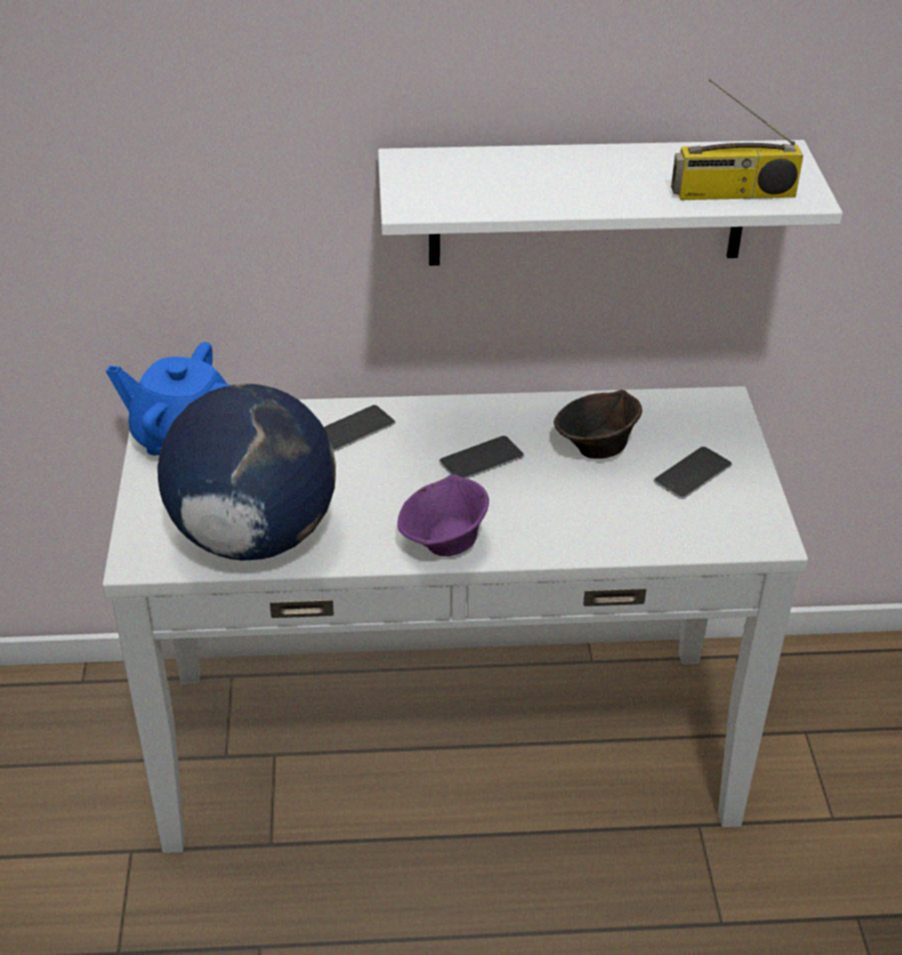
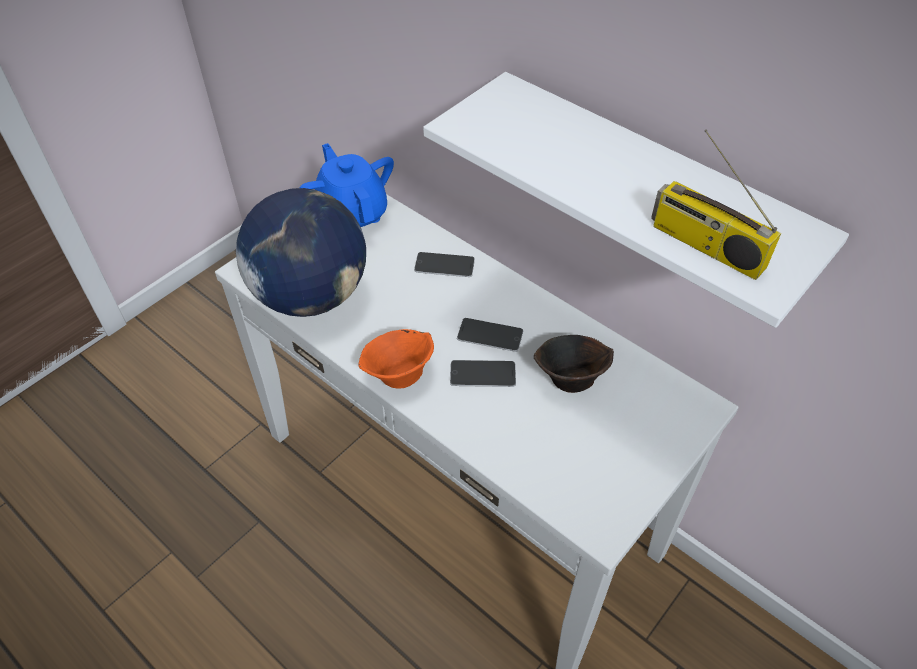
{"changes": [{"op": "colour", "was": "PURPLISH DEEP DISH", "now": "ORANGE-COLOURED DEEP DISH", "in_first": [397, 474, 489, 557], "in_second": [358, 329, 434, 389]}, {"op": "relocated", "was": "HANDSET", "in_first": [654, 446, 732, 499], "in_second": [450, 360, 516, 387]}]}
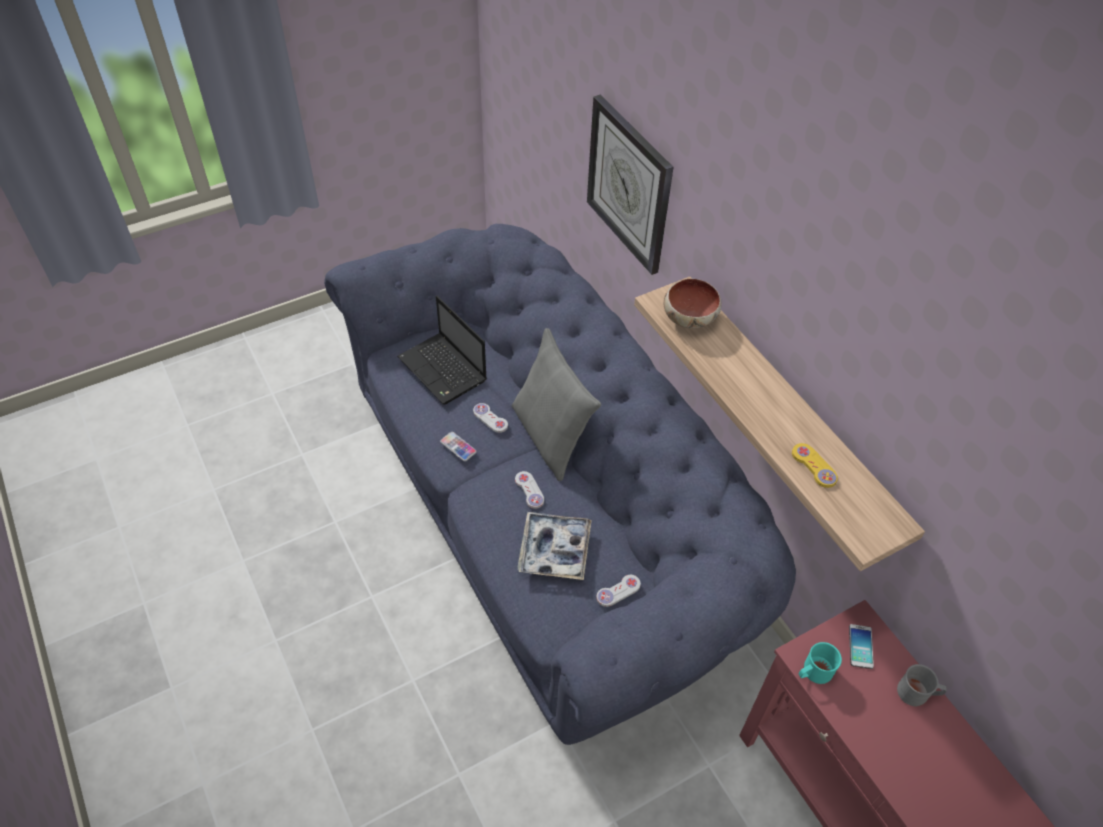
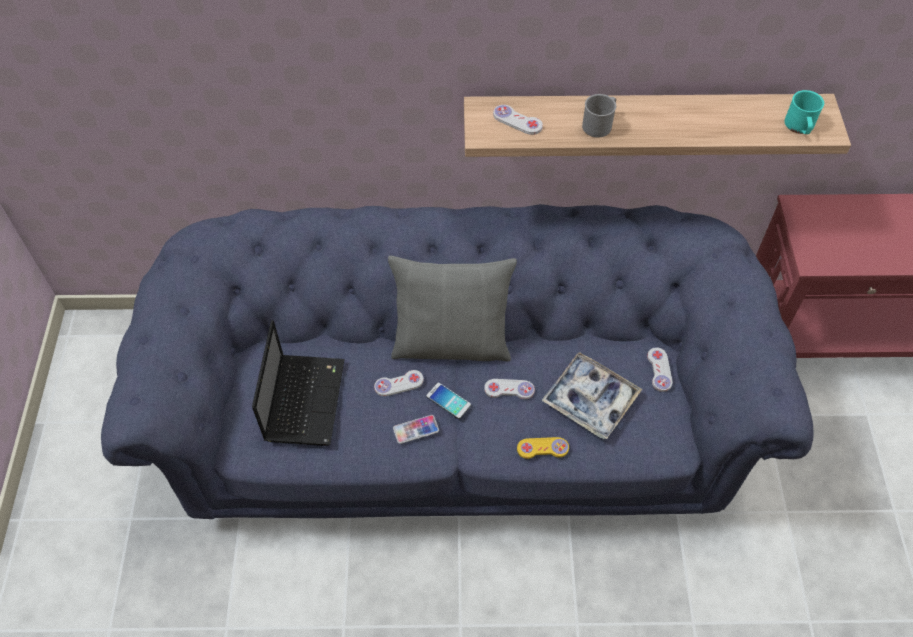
{"changes": [{"op": "spun", "was": "NOTEBOOK COMPUTER", "in_first": [397, 296, 487, 405], "in_second": [252, 320, 345, 446], "clockwise": -75}, {"op": "missing", "was": "CLOCK ON THE WALL", "in_first": [587, 94, 673, 275]}, {"op": "exchanged", "was": "DEEP DISH", "now": "WHITE-COLOURED GAME CONTROLLER", "in_first": [664, 279, 722, 328], "in_second": [493, 105, 543, 135]}, {"op": "relocated", "was": "YELLOW-COLOURED GAME CONTROLLER", "in_first": [792, 443, 838, 488], "in_second": [517, 437, 569, 459]}, {"op": "relocated", "was": "BLUE-GREEN MUG", "in_first": [798, 642, 842, 684], "in_second": [785, 90, 824, 134]}, {"op": "relocated", "was": "HANDSET", "in_first": [849, 624, 874, 669], "in_second": [426, 383, 471, 419]}, {"op": "relocated", "was": "GRAY MUG", "in_first": [897, 664, 947, 706], "in_second": [582, 94, 616, 138]}]}
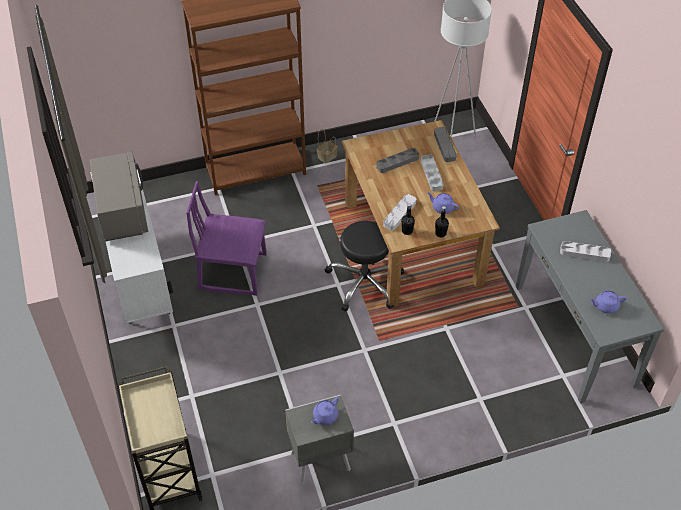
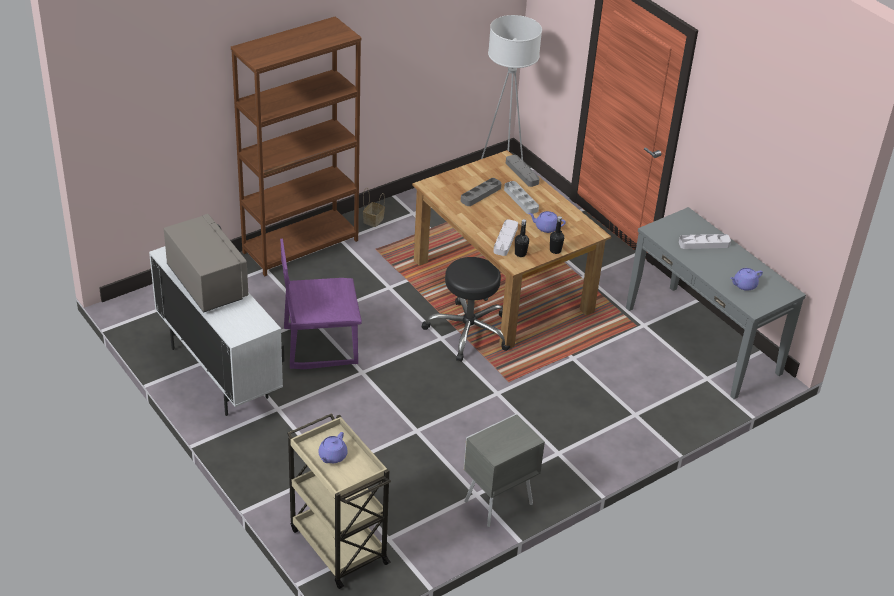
{"changes": [{"op": "relocated", "was": "PURPLISH TEAPOT", "in_first": [311, 397, 339, 425], "in_second": [318, 432, 348, 463]}]}
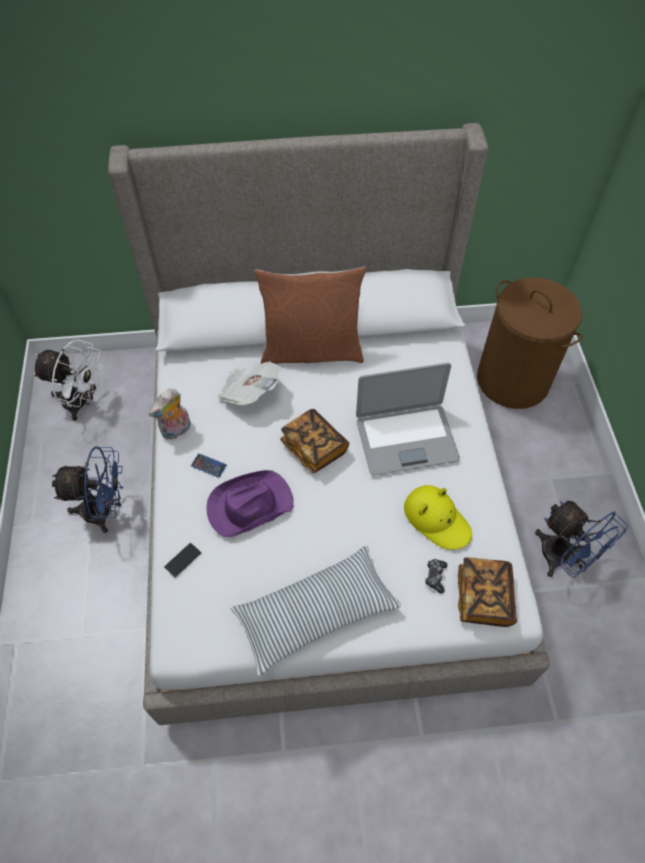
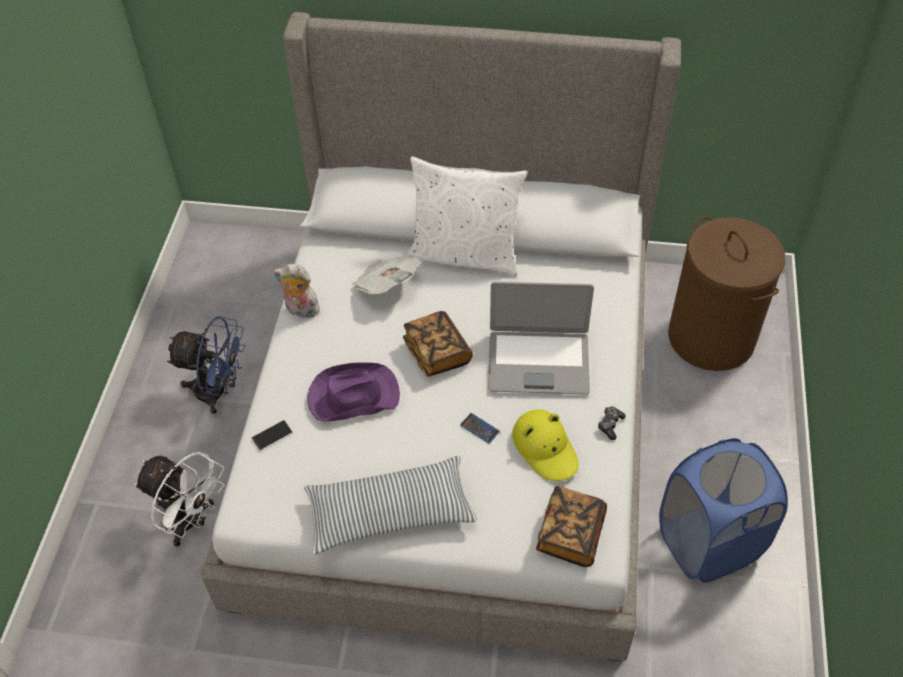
{"changes": [{"op": "relocated", "was": "WHITE-COLOURED FAN", "in_first": [33, 340, 103, 421], "in_second": [135, 452, 225, 547]}, {"op": "spun", "was": "SOFT TOY", "in_first": [149, 388, 191, 440], "in_second": [273, 264, 320, 318], "clockwise": 45}, {"op": "relocated", "was": "HANDSET", "in_first": [191, 453, 227, 478], "in_second": [460, 413, 500, 443]}, {"op": "colour", "was": "BROWN CUSHION", "now": "WHITE-COLOURED CUSHION", "in_first": [254, 266, 366, 364], "in_second": [407, 156, 528, 276]}, {"op": "relocated", "was": "GAME CONTROLLER", "in_first": [425, 559, 447, 593], "in_second": [598, 406, 626, 440]}, {"op": "exchanged", "was": "BLUE-COLOURED FAN", "now": "BLUE-COLOURED WASHING BASKET", "in_first": [535, 500, 628, 578], "in_second": [659, 438, 788, 583]}]}
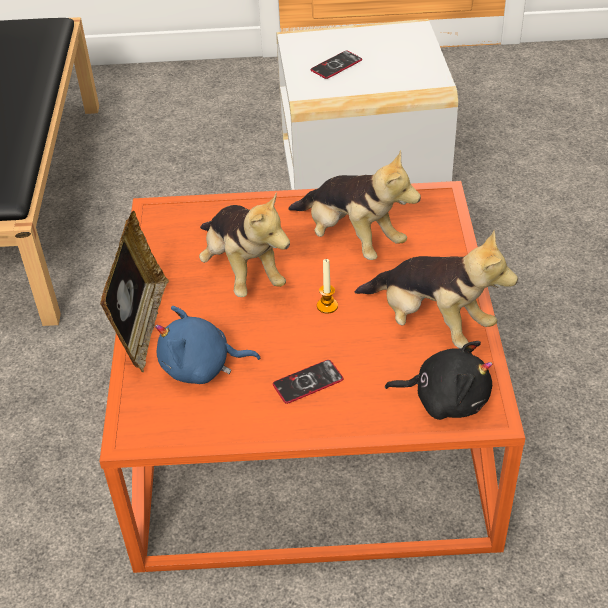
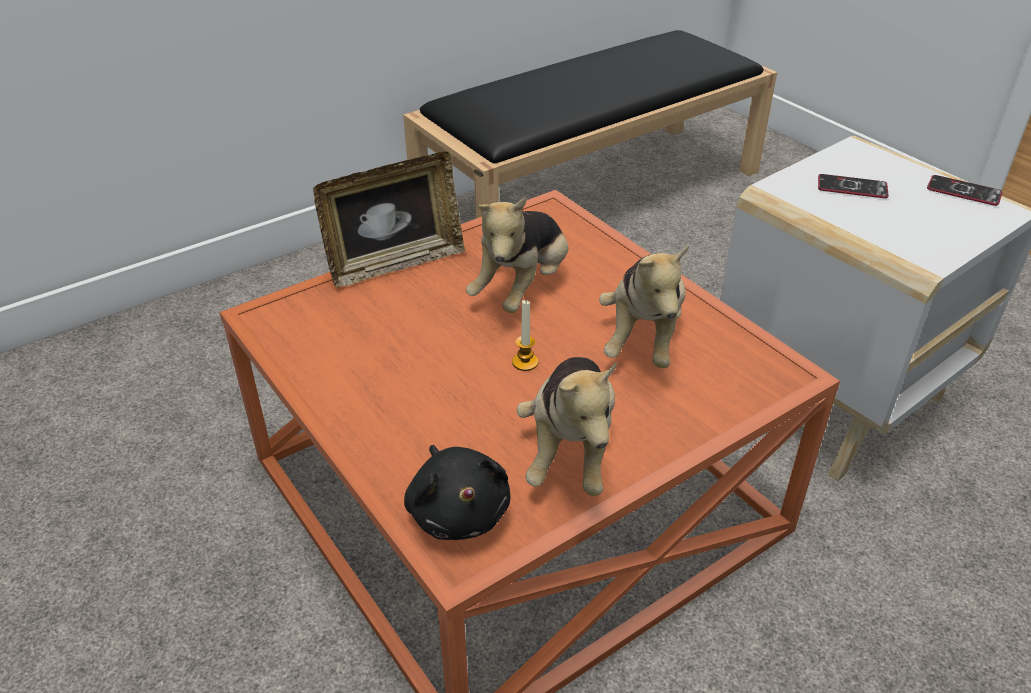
{"changes": [{"op": "missing", "was": "BLUE-COLOURED SOFT TOY", "in_first": [155, 306, 260, 384]}, {"op": "relocated", "was": "HANDSET", "in_first": [273, 360, 343, 404], "in_second": [927, 175, 1003, 206]}]}
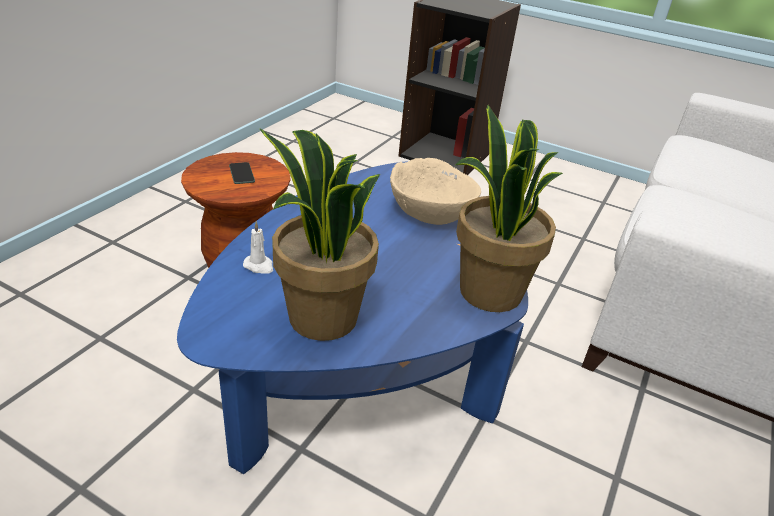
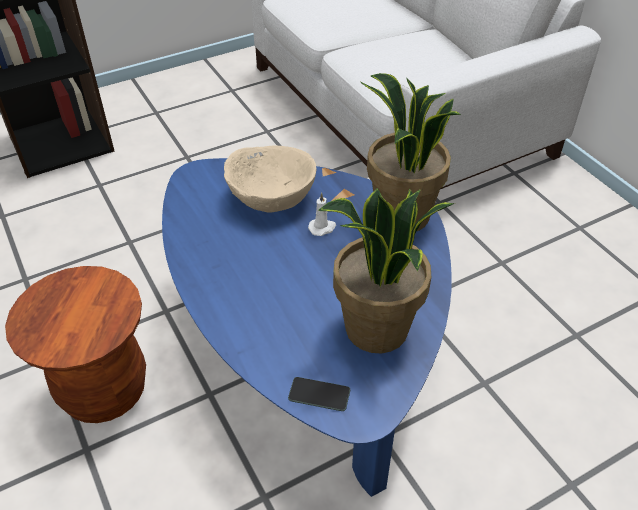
{"changes": [{"op": "relocated", "was": "HANDSET", "in_first": [229, 162, 255, 184], "in_second": [288, 377, 350, 411]}, {"op": "relocated", "was": "WHITE-COLOURED WAX CANDLE", "in_first": [243, 221, 273, 273], "in_second": [308, 193, 336, 236]}]}
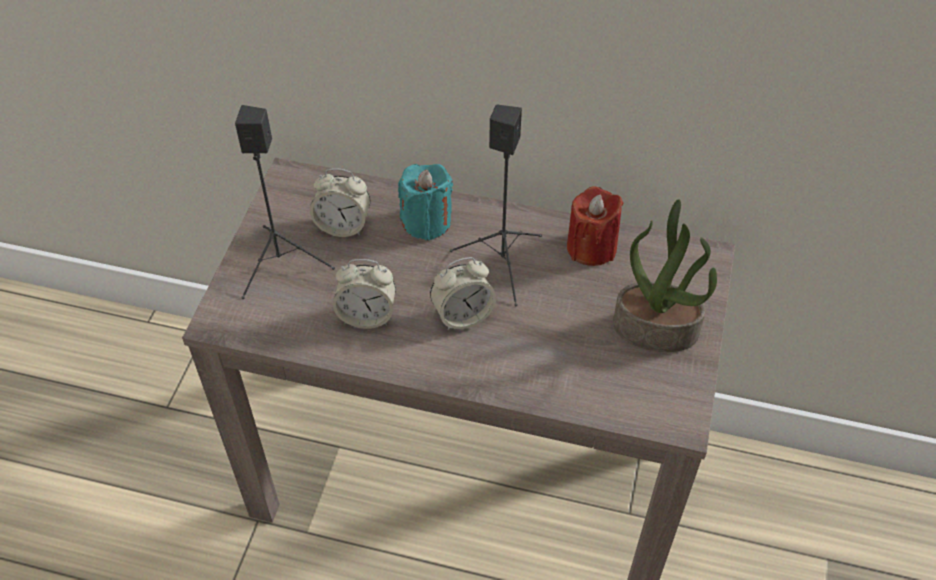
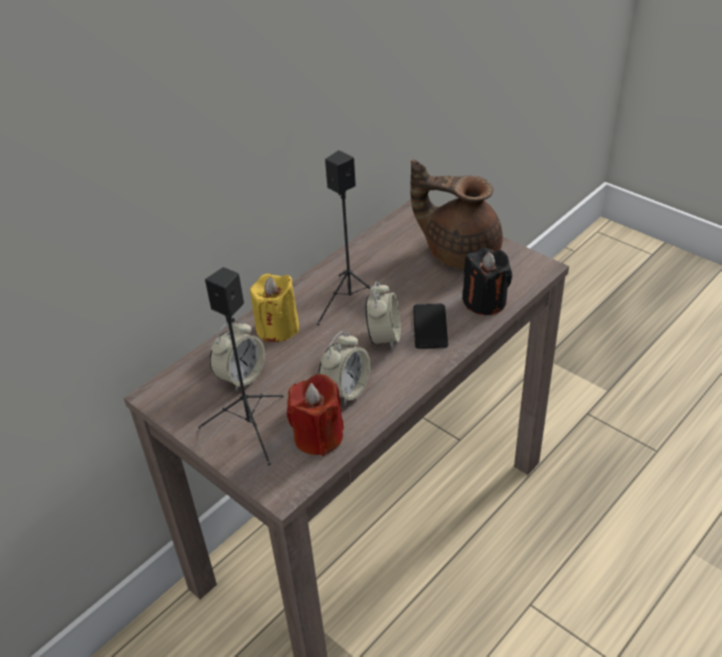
{"changes": [{"op": "colour", "was": "BLUE-GREEN WAX CANDLE", "now": "YELLOW-COLOURED WAX CANDLE", "in_first": [398, 164, 453, 241], "in_second": [250, 274, 299, 342]}, {"op": "relocated", "was": "RED-COLOURED WAX CANDLE", "in_first": [567, 186, 623, 266], "in_second": [287, 374, 344, 456]}, {"op": "exchanged", "was": "PLANT IN A POT", "now": "BROWN TEAPOT", "in_first": [613, 199, 717, 352], "in_second": [410, 159, 503, 269]}, {"op": "appeared", "now": "HANDSET", "in_second": [413, 304, 448, 349]}, {"op": "appeared", "now": "BLACK-COLOURED WAX CANDLE", "in_second": [462, 248, 512, 315]}]}
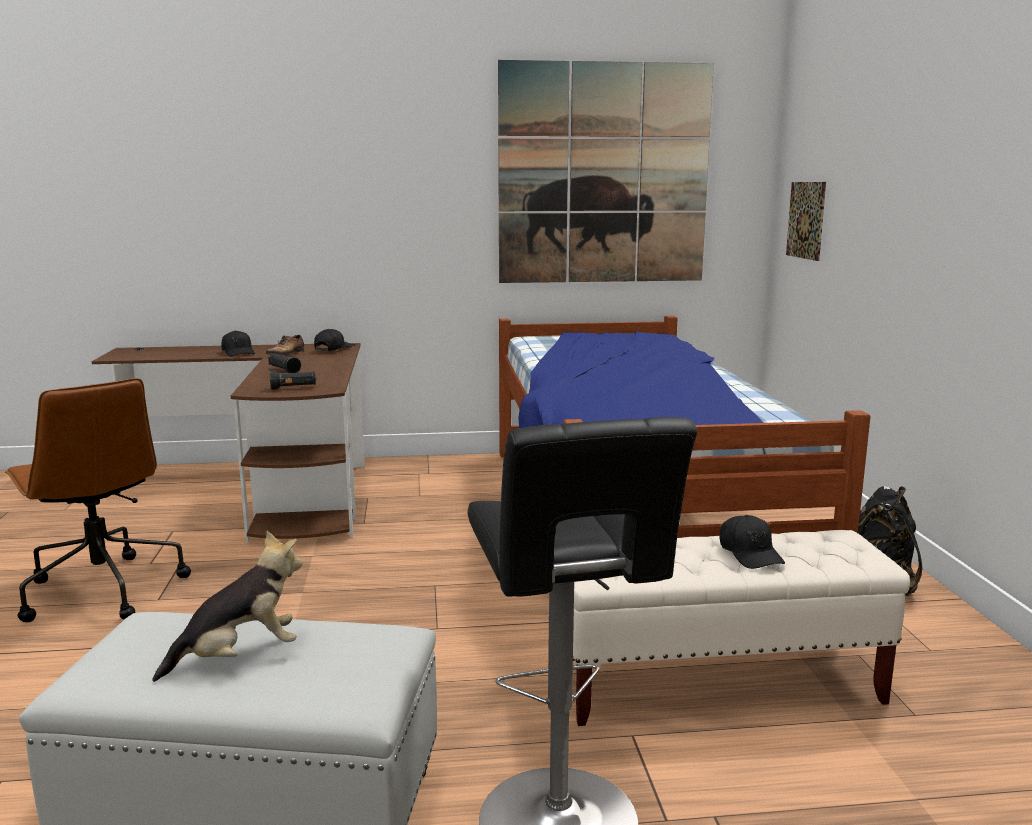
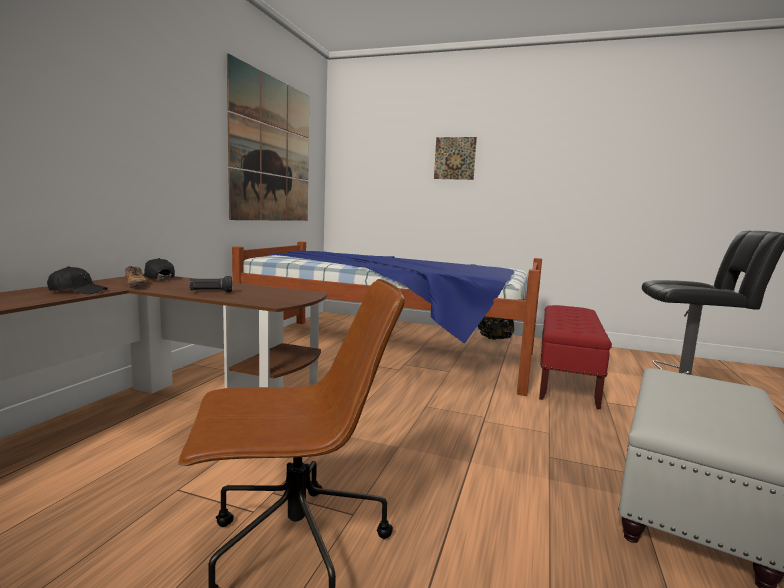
{"changes": [{"op": "missing", "was": "SOFT TOY", "in_first": [152, 531, 302, 682]}, {"op": "missing", "was": "BLACK-COLOURED FLASHLIGHT", "in_first": [270, 371, 316, 390]}, {"op": "colour", "was": "SAND-COLOURED INDOOR BENCH", "now": "RED-COLOURED INDOOR BENCH", "in_first": [573, 530, 910, 726], "in_second": [539, 305, 612, 409]}, {"op": "missing", "was": "BLACK-COLOURED CAP", "in_first": [720, 515, 785, 569]}, {"op": "relocated", "was": "PICTURE", "in_first": [786, 182, 826, 261], "in_second": [434, 137, 477, 180]}]}
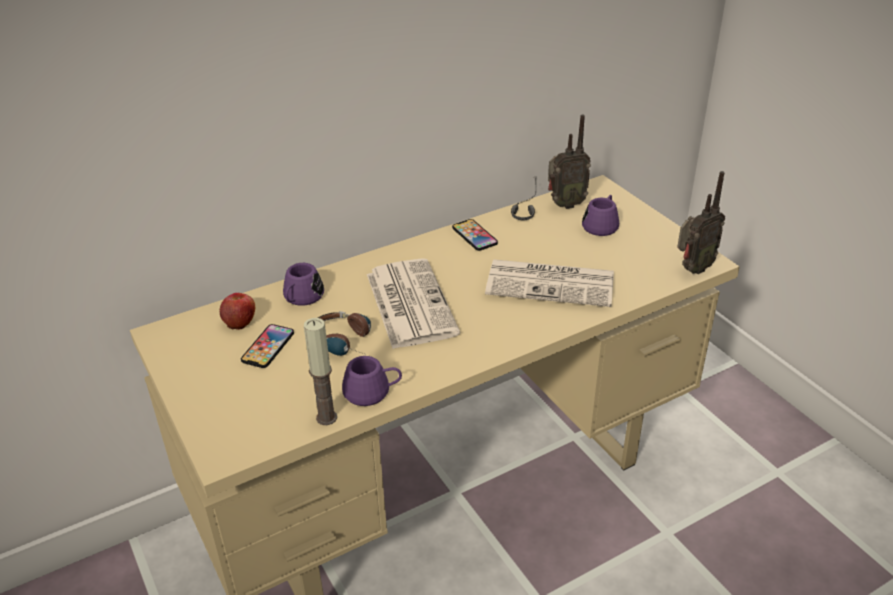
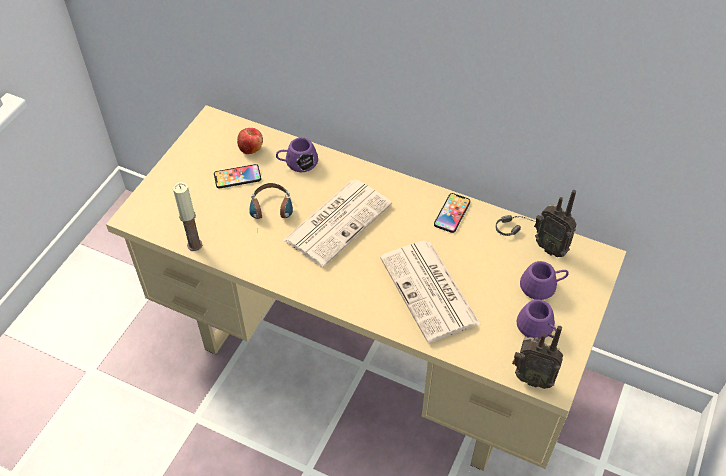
{"changes": [{"op": "relocated", "was": "PURPLISH MUG", "in_first": [342, 356, 402, 406], "in_second": [517, 300, 557, 339]}]}
